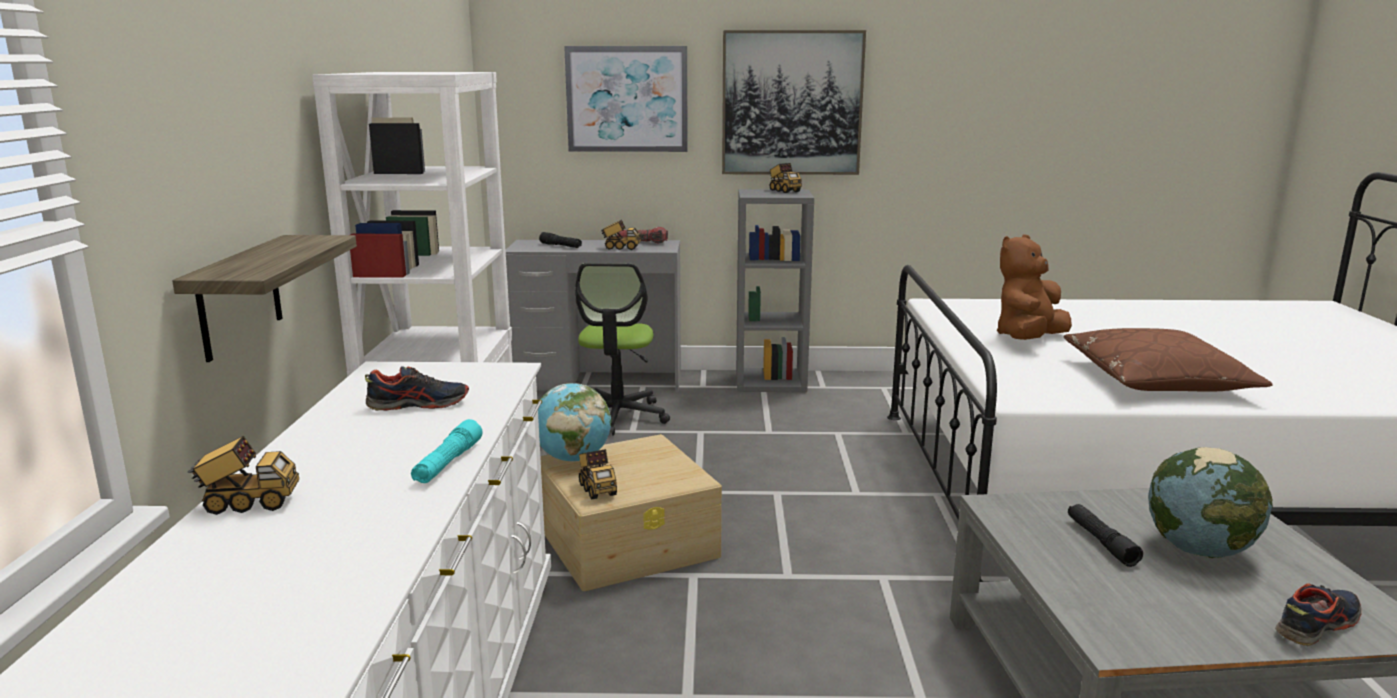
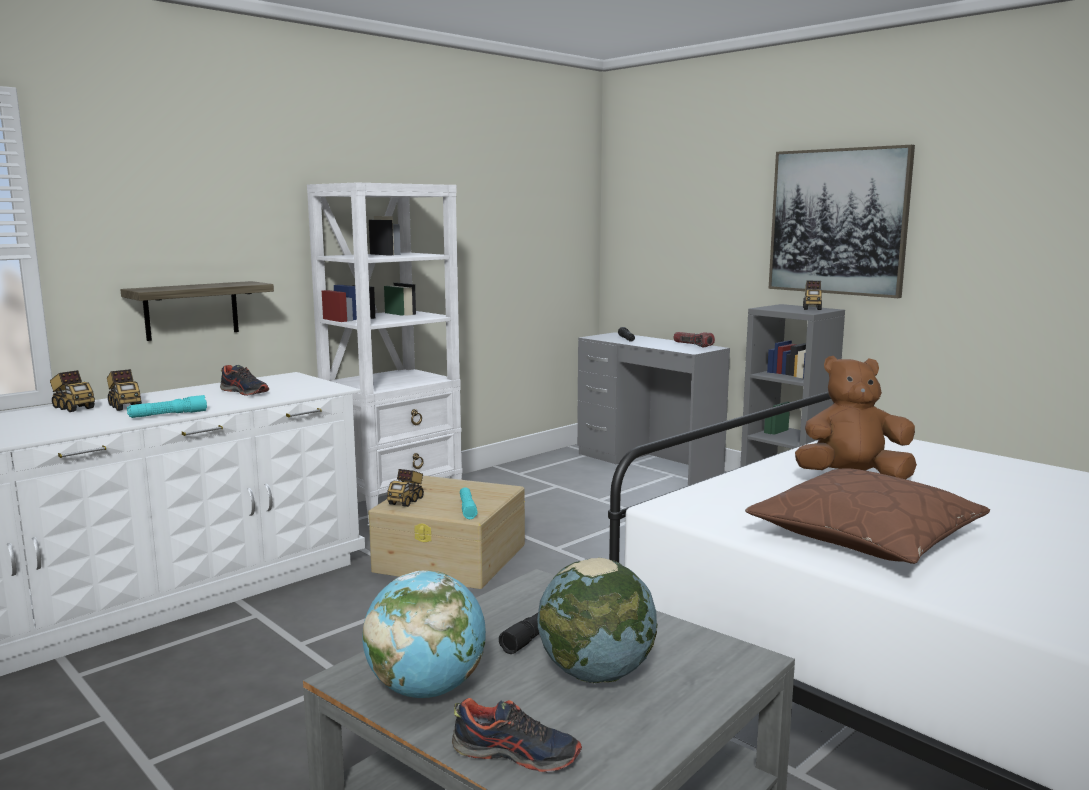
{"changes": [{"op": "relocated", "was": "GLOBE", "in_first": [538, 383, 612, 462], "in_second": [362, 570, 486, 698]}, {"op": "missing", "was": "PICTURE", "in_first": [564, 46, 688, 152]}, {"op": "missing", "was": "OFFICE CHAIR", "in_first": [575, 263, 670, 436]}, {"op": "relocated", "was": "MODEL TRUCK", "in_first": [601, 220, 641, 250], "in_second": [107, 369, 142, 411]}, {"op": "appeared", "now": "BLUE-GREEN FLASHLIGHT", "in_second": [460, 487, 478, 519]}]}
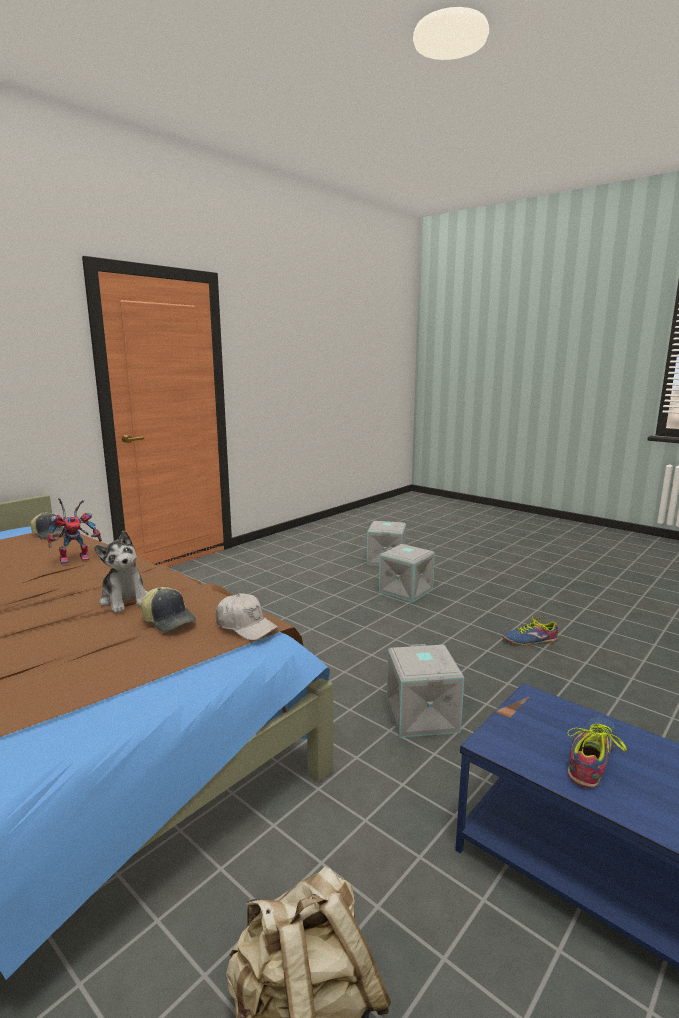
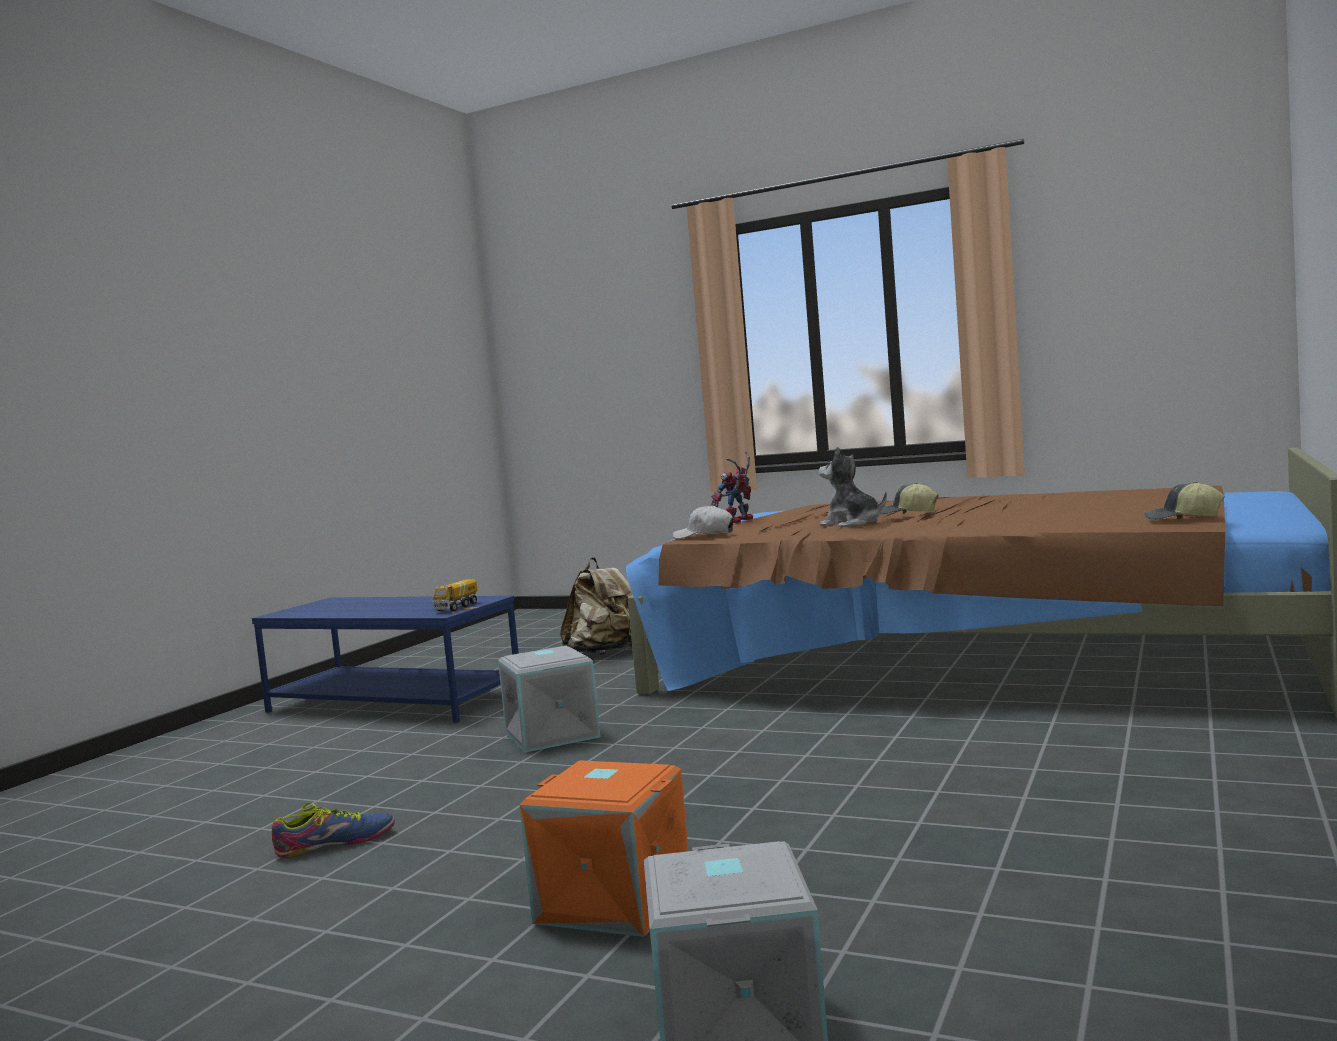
{"changes": [{"op": "relocated", "was": "TOY ROBOT", "in_first": [48, 498, 102, 564], "in_second": [711, 451, 753, 523]}, {"op": "relocated", "was": "CAP", "in_first": [141, 587, 196, 632], "in_second": [880, 483, 939, 514]}, {"op": "colour", "was": "GRAY STORAGE BIN", "now": "ORANGE-COLOURED STORAGE BIN", "in_first": [379, 544, 435, 602], "in_second": [520, 760, 688, 937]}, {"op": "missing", "was": "SHOE", "in_first": [567, 717, 627, 788]}, {"op": "appeared", "now": "MODEL TRUCK", "in_second": [432, 579, 478, 611]}]}
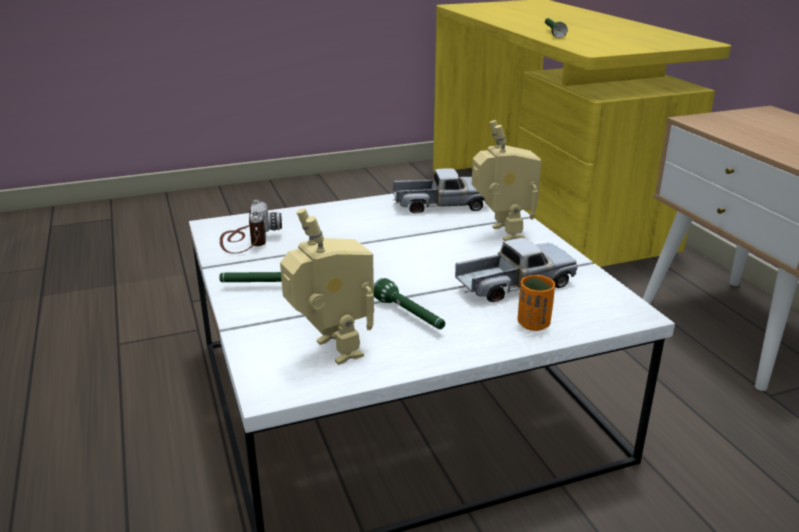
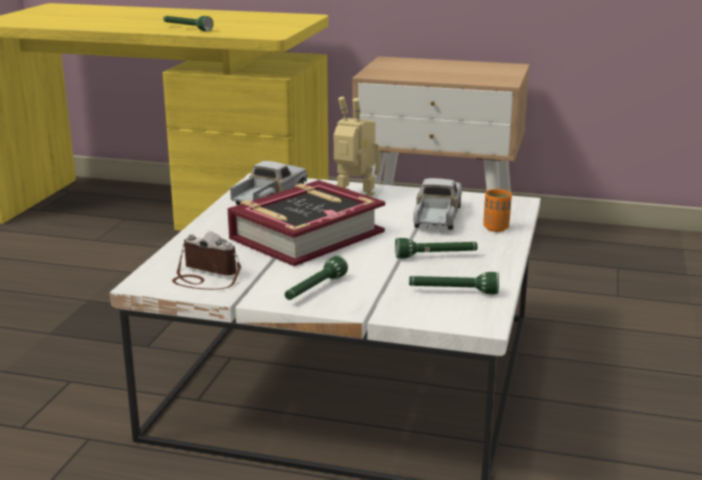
{"changes": [{"op": "exchanged", "was": "TOY ROBOT", "now": "GREEN FLASHLIGHT", "in_first": [280, 208, 374, 365], "in_second": [409, 272, 499, 294]}, {"op": "appeared", "now": "VOLUME", "in_second": [228, 180, 385, 266]}]}
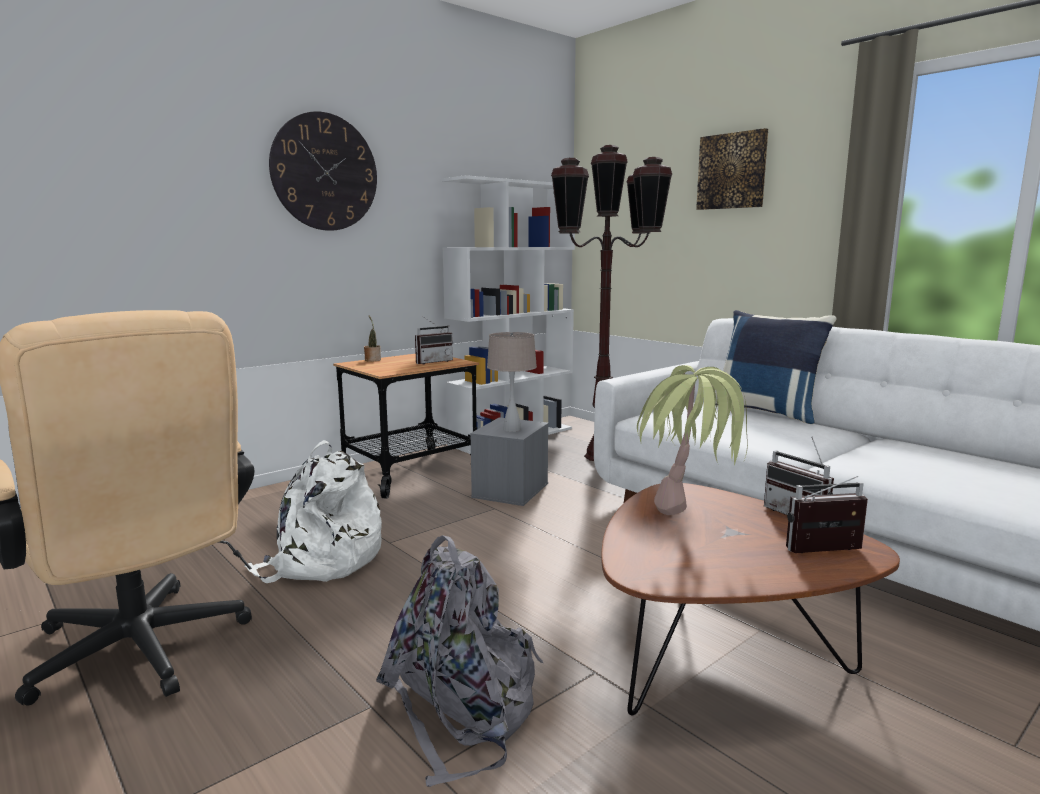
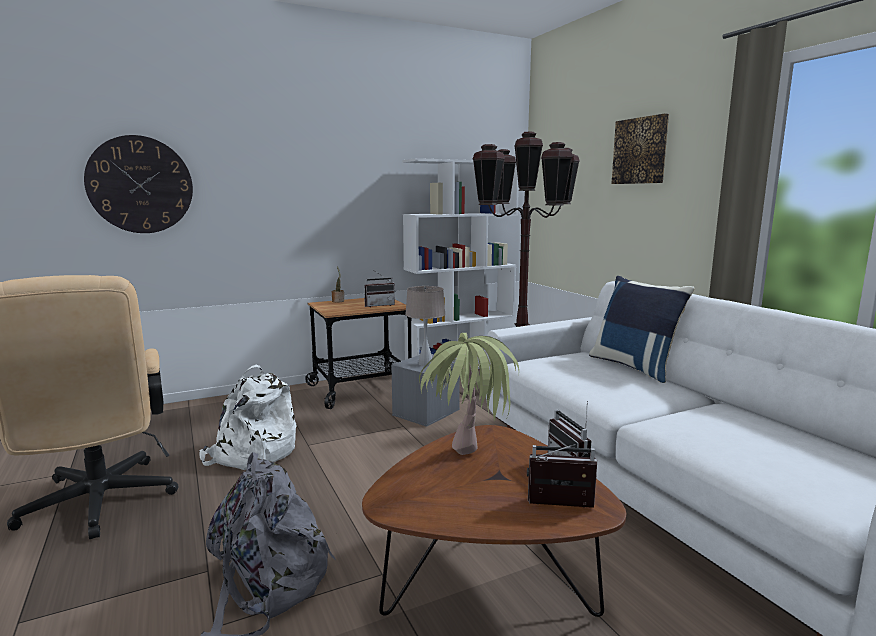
{"changes": [{"op": "relocated", "was": "CLOCK ON THE WALL", "in_first": [269, 111, 377, 231], "in_second": [84, 135, 193, 233]}]}
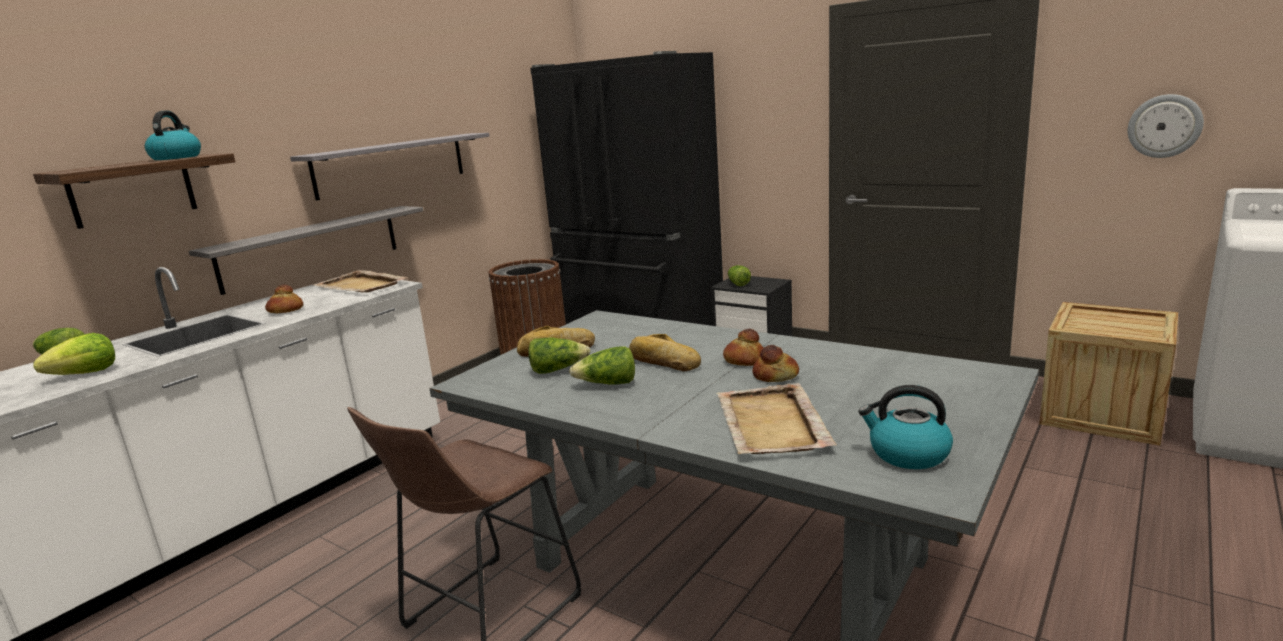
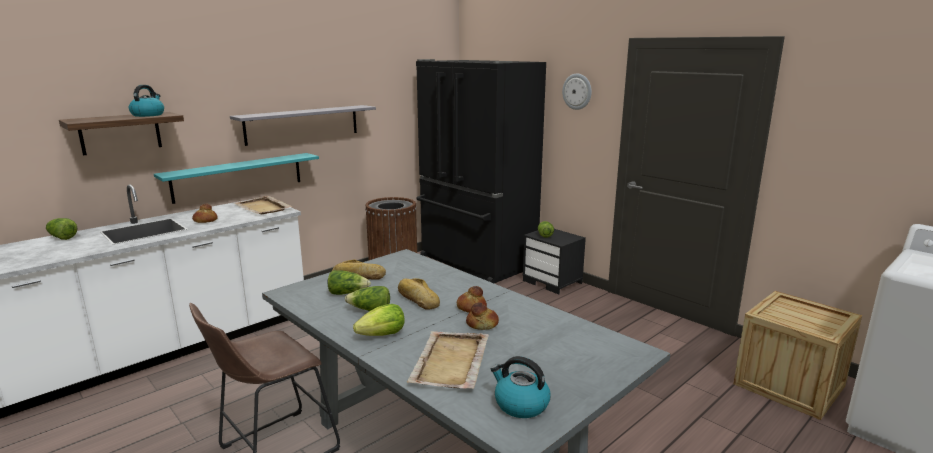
{"changes": [{"op": "relocated", "was": "HEAD OF LETTUCE", "in_first": [33, 333, 115, 375], "in_second": [353, 304, 405, 336]}, {"op": "colour", "was": "GRAY BRACKET SHELF", "now": "BLUE-GREEN BRACKET SHELF", "in_first": [189, 206, 423, 295], "in_second": [154, 153, 319, 204]}, {"op": "relocated", "was": "CLOCK ON THE WALL", "in_first": [1128, 94, 1204, 158], "in_second": [562, 73, 592, 110]}]}
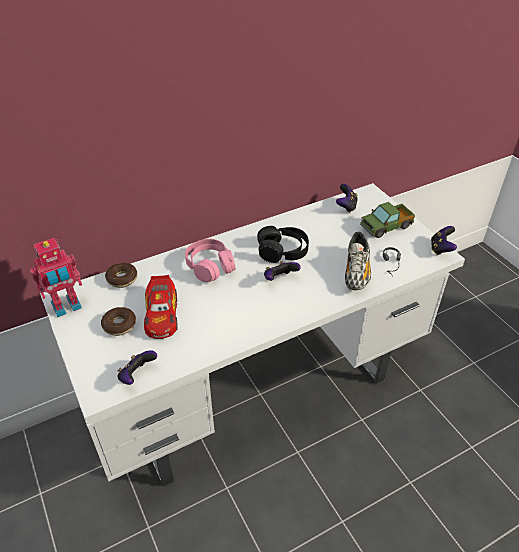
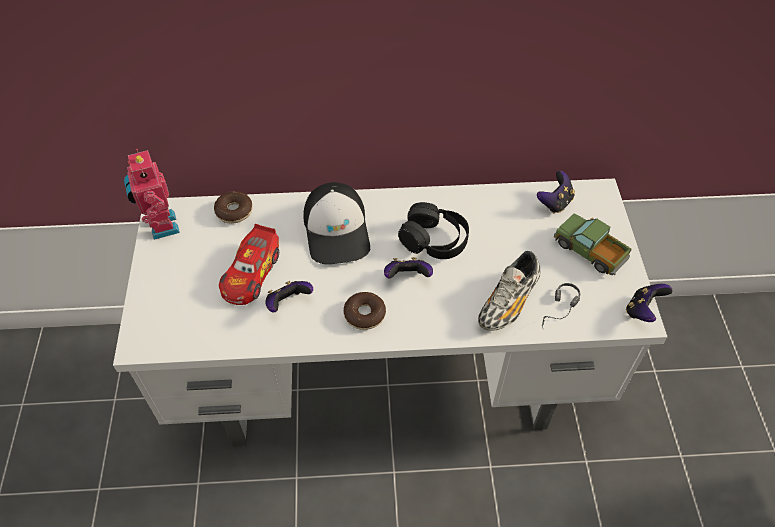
{"changes": [{"op": "spun", "was": "TOY ROBOT", "in_first": [30, 238, 82, 317], "in_second": [124, 149, 180, 240], "clockwise": 75}, {"op": "relocated", "was": "RING DOUGHNUT", "in_first": [101, 307, 136, 336], "in_second": [344, 292, 386, 330]}, {"op": "relocated", "was": "GAME CONTROLLER", "in_first": [117, 350, 157, 385], "in_second": [265, 281, 313, 312]}, {"op": "exchanged", "was": "PINK HEADSET", "now": "CAP", "in_first": [185, 239, 236, 282], "in_second": [303, 182, 370, 264]}, {"op": "spun", "was": "MODEL TRUCK", "in_first": [360, 202, 415, 238], "in_second": [554, 213, 631, 275], "clockwise": 45}]}
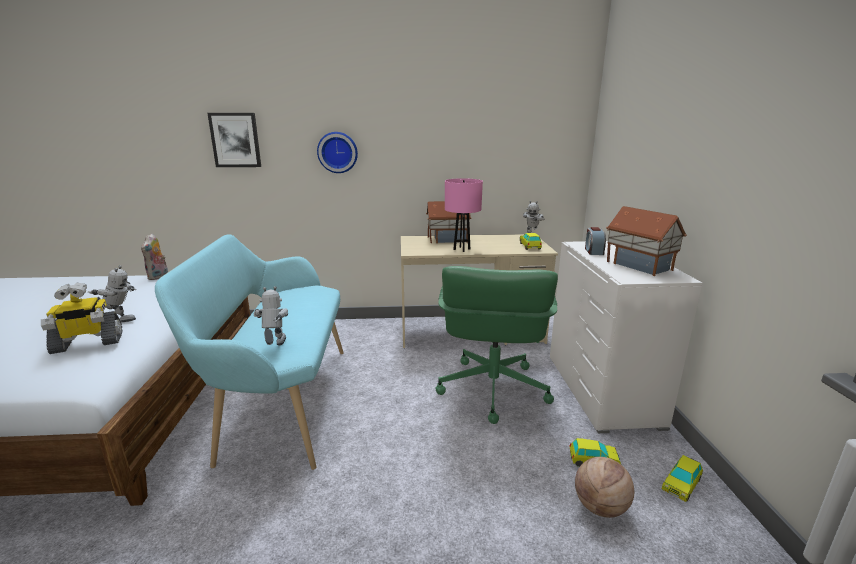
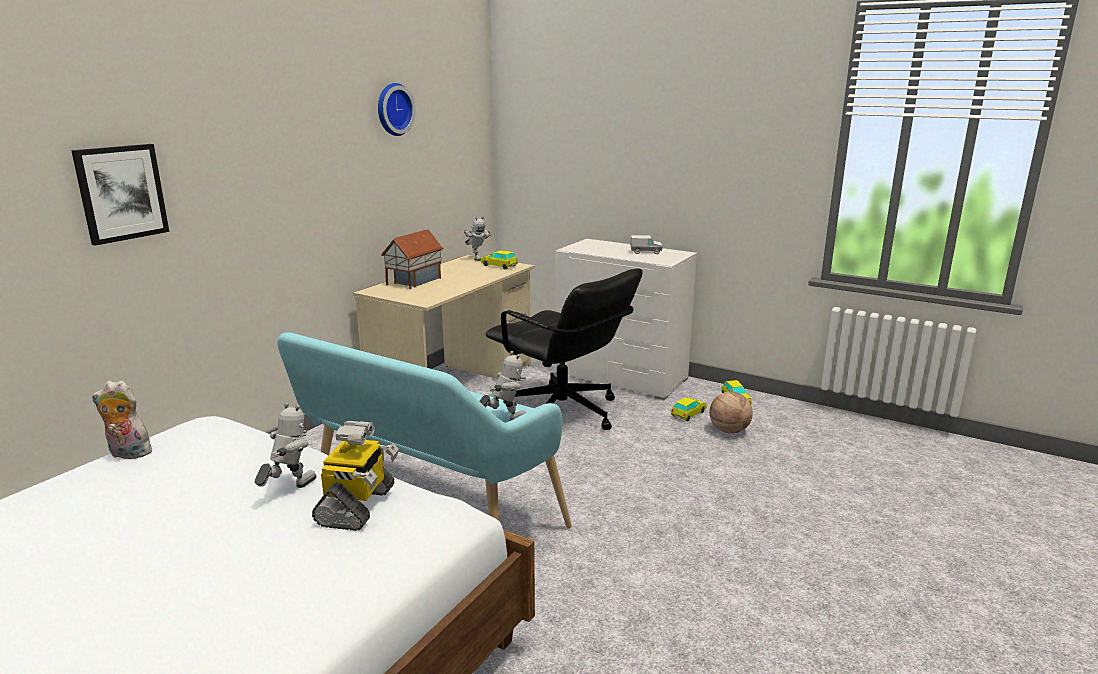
{"changes": [{"op": "spun", "was": "SOFT TOY", "in_first": [141, 233, 168, 280], "in_second": [92, 381, 152, 459], "clockwise": 150}, {"op": "spun", "was": "TOY ROBOT", "in_first": [254, 286, 288, 345], "in_second": [479, 351, 526, 421], "clockwise": 120}, {"op": "relocated", "was": "CLOCK ON THE WALL", "in_first": [317, 132, 358, 173], "in_second": [378, 83, 416, 136]}, {"op": "colour", "was": "GREEN OFFICE CHAIR", "now": "BLACK-COLOURED OFFICE CHAIR", "in_first": [435, 266, 558, 424], "in_second": [486, 269, 643, 430]}, {"op": "missing", "was": "PINK LAMP FOR A TABLE", "in_first": [445, 178, 483, 252]}, {"op": "missing", "was": "BEDSIDE CLOCK", "in_first": [585, 227, 606, 255]}, {"op": "exchanged", "was": "TOY HOUSE", "now": "MODEL TRUCK", "in_first": [606, 206, 687, 276], "in_second": [630, 235, 663, 254]}]}
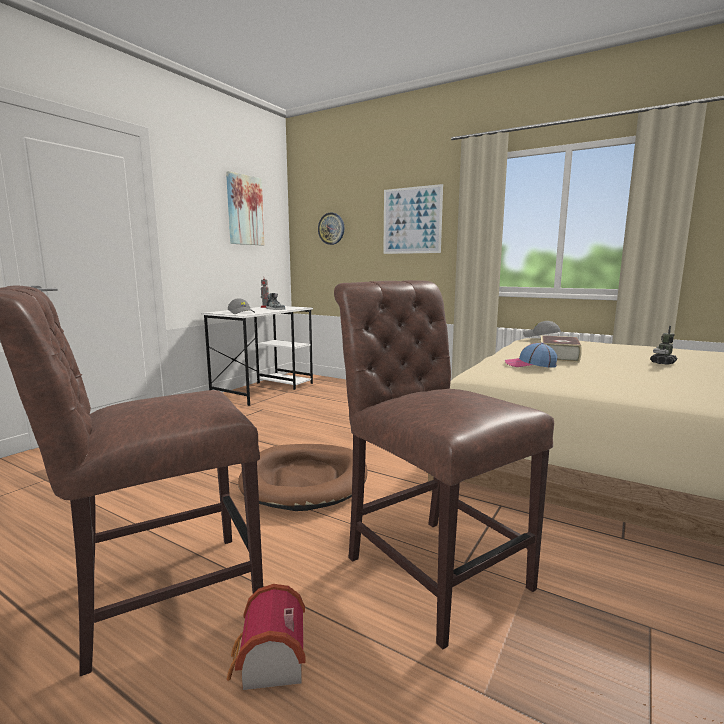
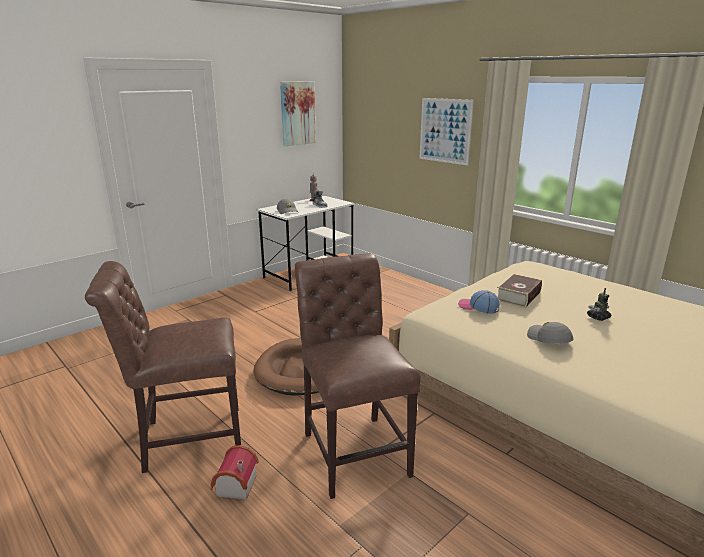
{"changes": [{"op": "missing", "was": "CLOCK ON THE WALL", "in_first": [318, 212, 344, 245]}, {"op": "relocated", "was": "GRAY CAP", "in_first": [523, 321, 561, 337], "in_second": [527, 322, 573, 344]}]}
